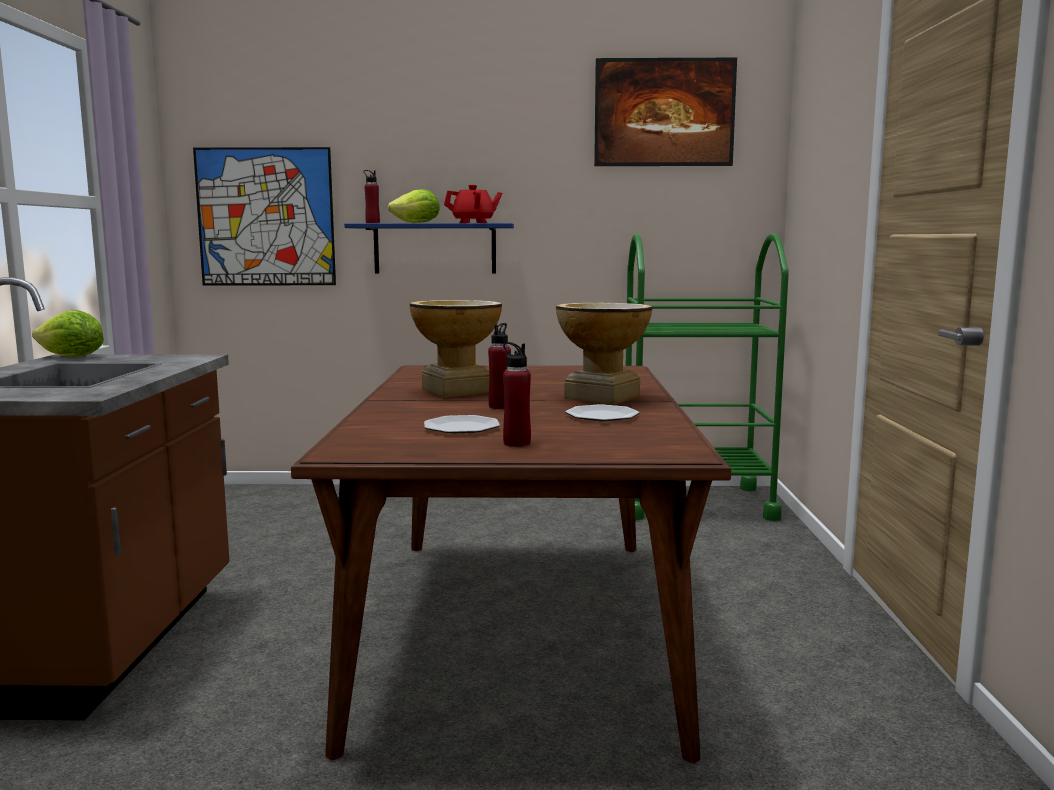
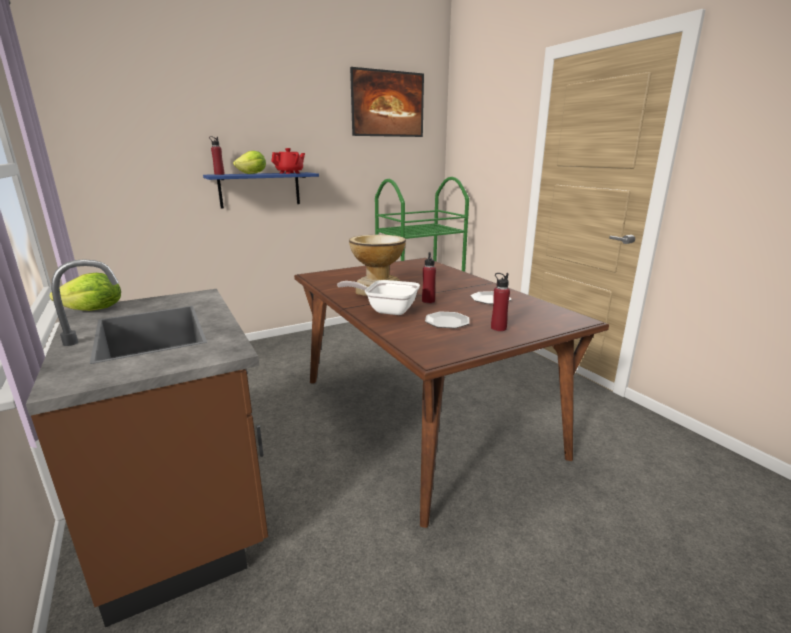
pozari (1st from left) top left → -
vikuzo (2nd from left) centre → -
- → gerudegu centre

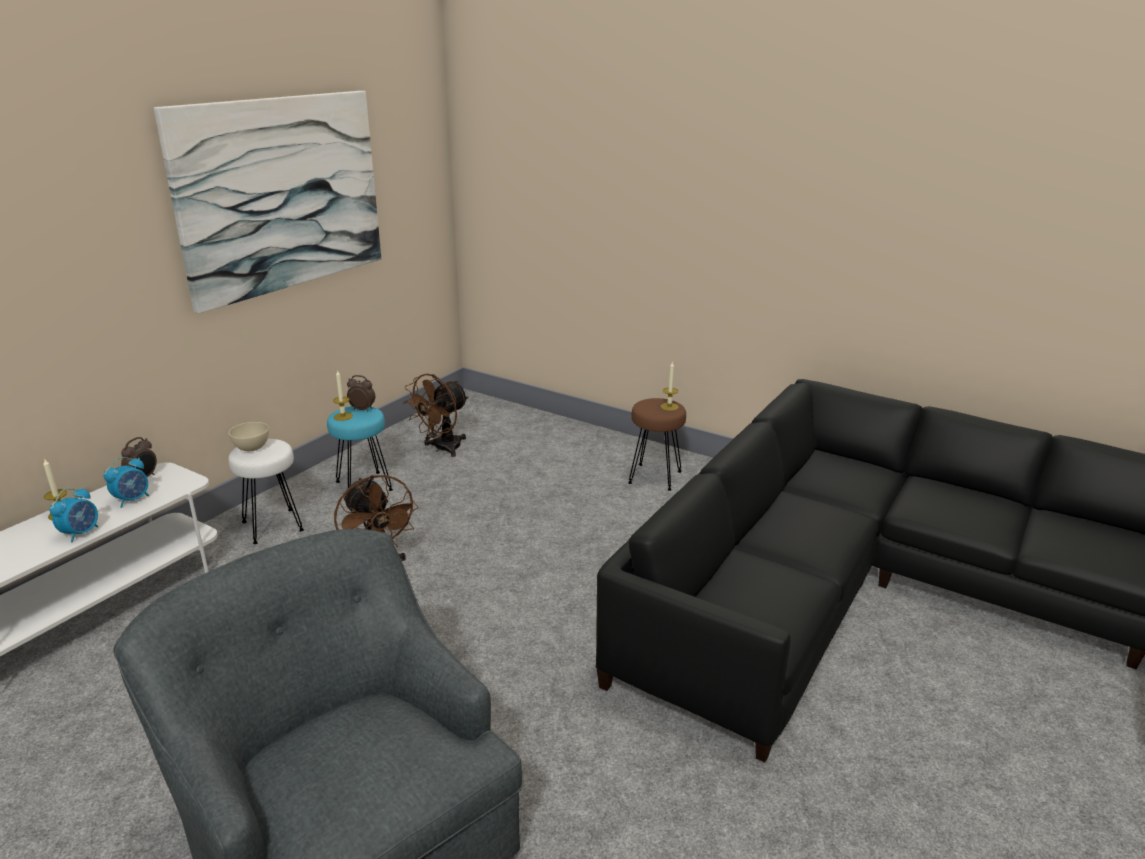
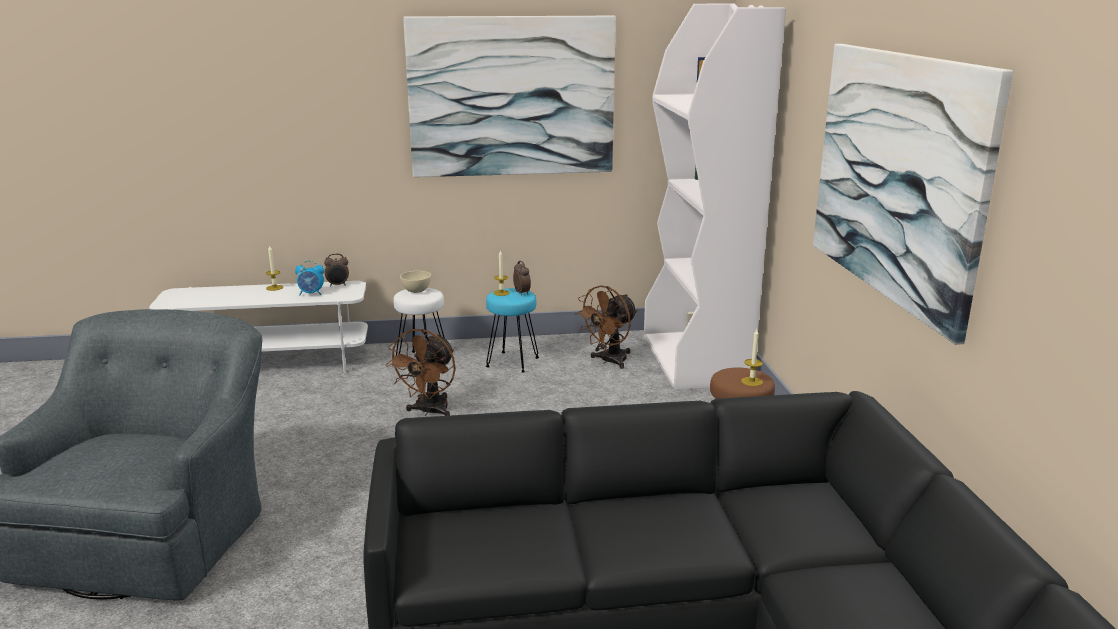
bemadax (1st from left) middle left → -
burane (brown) (2nd from left) centre, 45 degrees counterclockwise
- → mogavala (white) top centre
- → pozari (2nd from left) top right

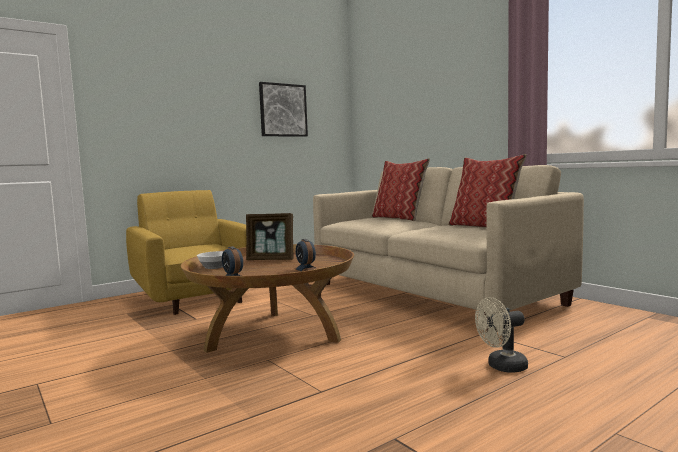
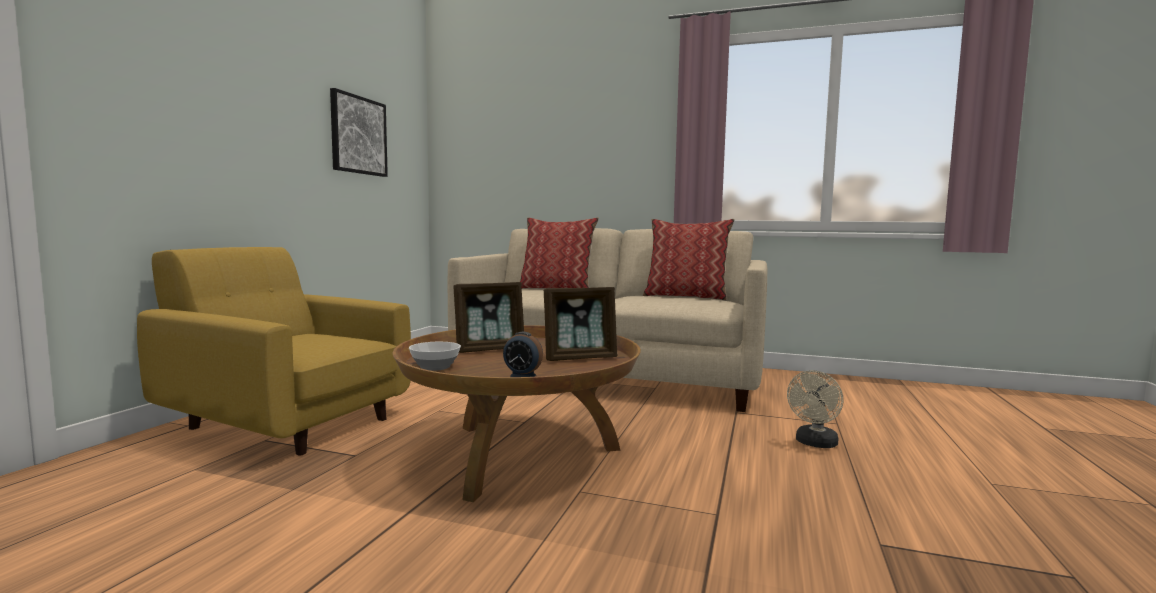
bemadax (2nd from left) centre → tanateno (2nd from left) centre

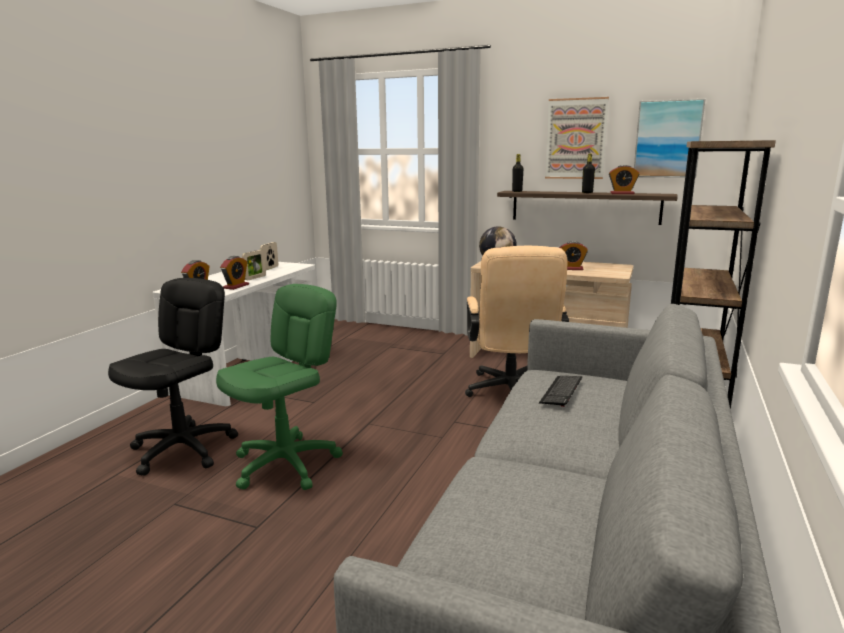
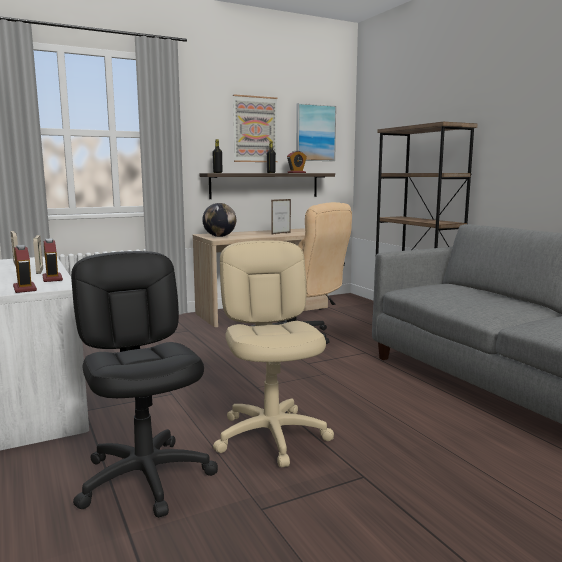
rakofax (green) middle left → rakofax (beige) (1st from left) centre
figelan centre → -
bemadax (3rd from left) middle right → tanateno (3rd from left) centre

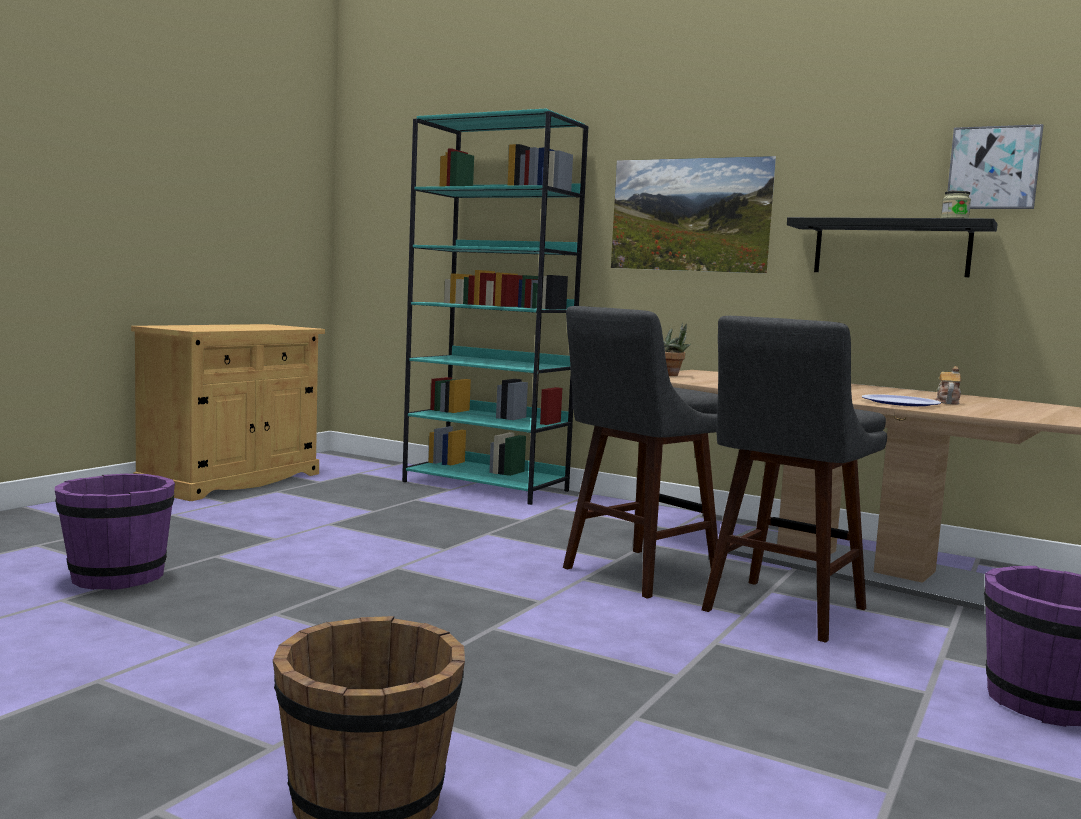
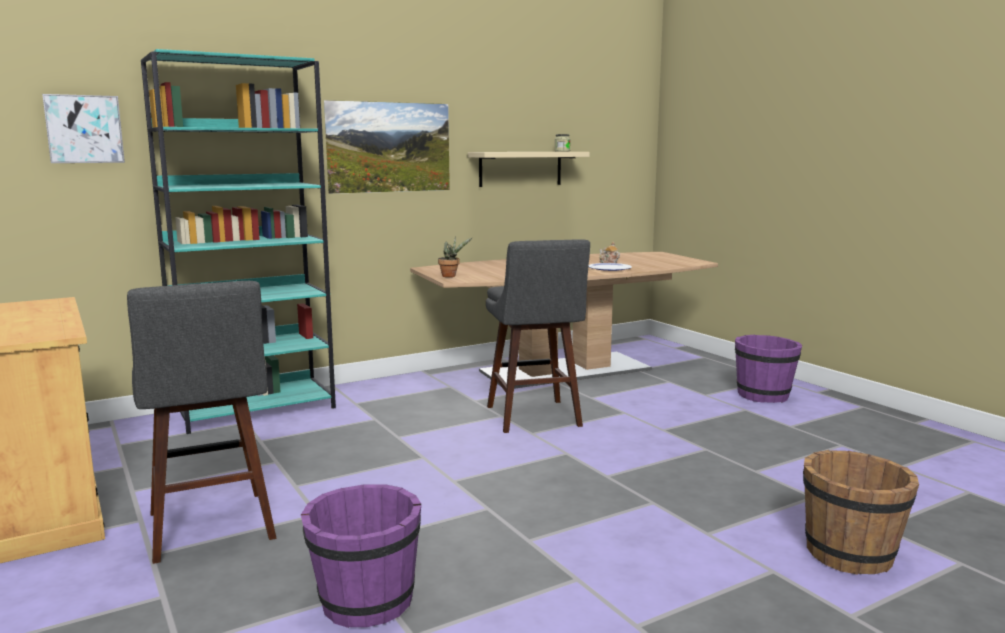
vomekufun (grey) (2nd from left in the first image) middle right → vomekufun (grey) (1st from left) bottom left, move
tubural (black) top right → tubural (beige) top centre
pozari (2nd from left in the first image) top right → pozari (1st from left) top left, move

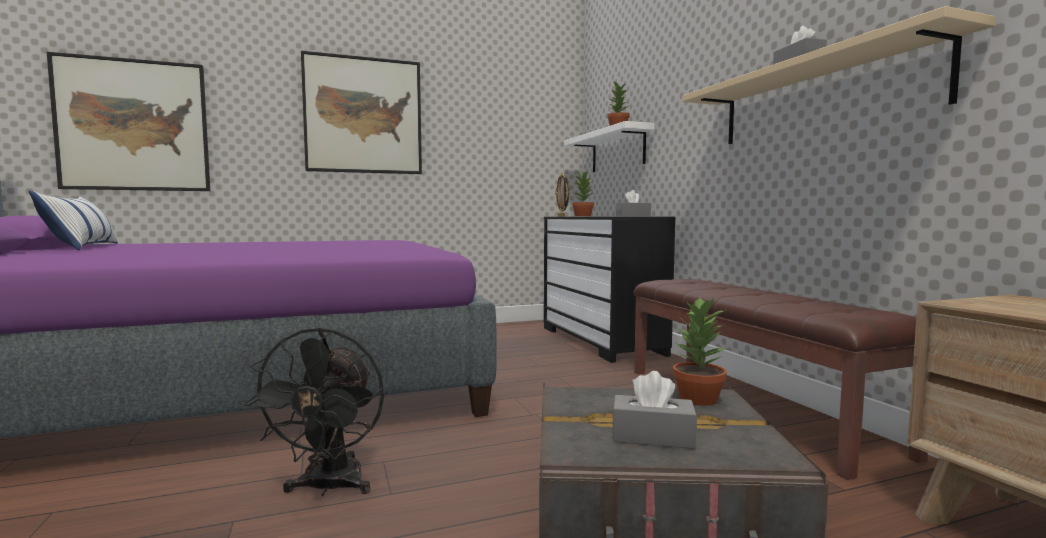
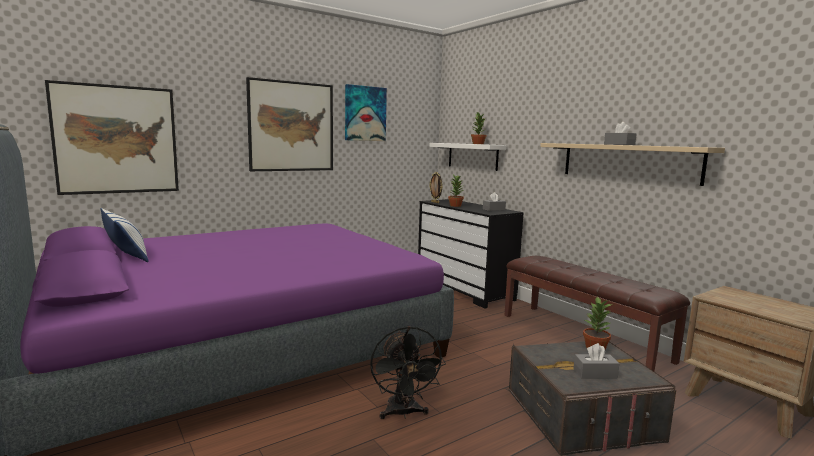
- → pozari (3rd from left) top centre

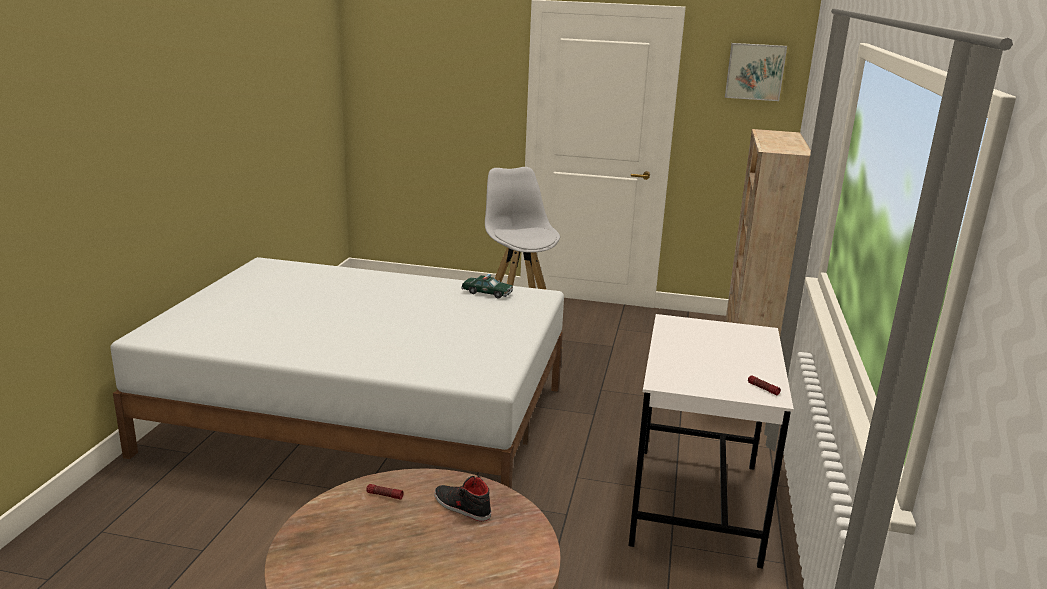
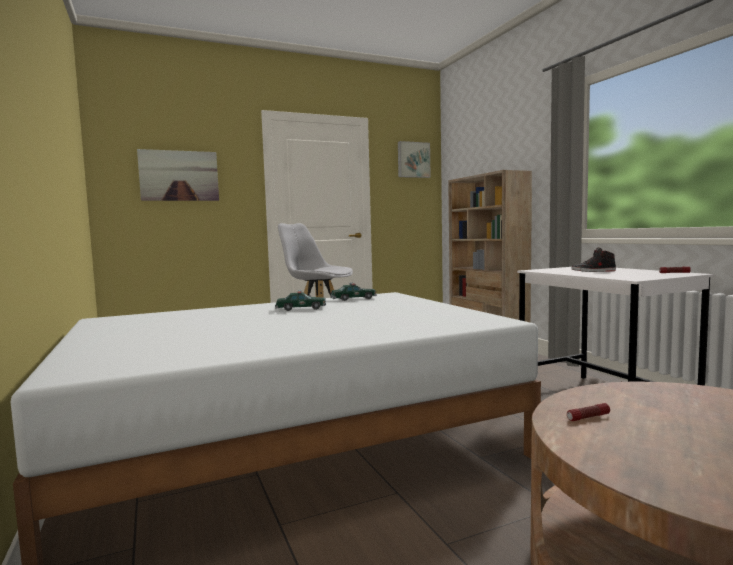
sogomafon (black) bottom centre → sogomafon (black) middle right, move
- → pozari (1st from left) top left
- → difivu (1st from left) centre

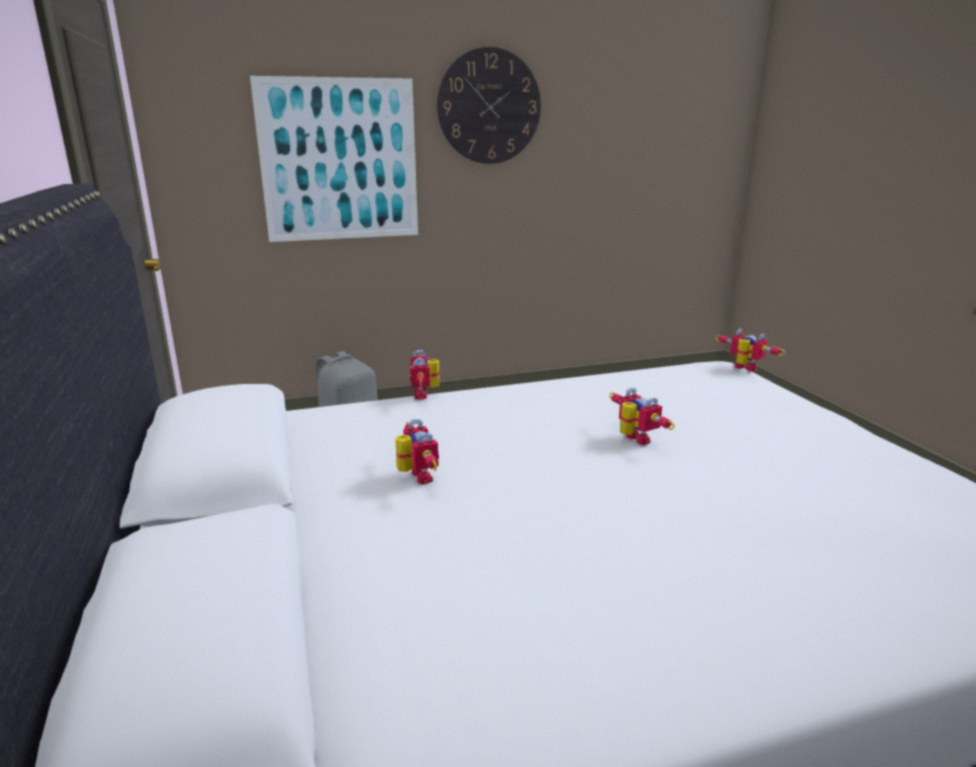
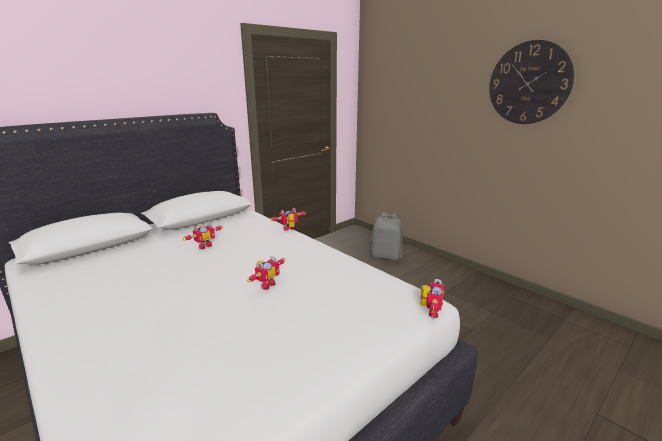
pozari top centre → -

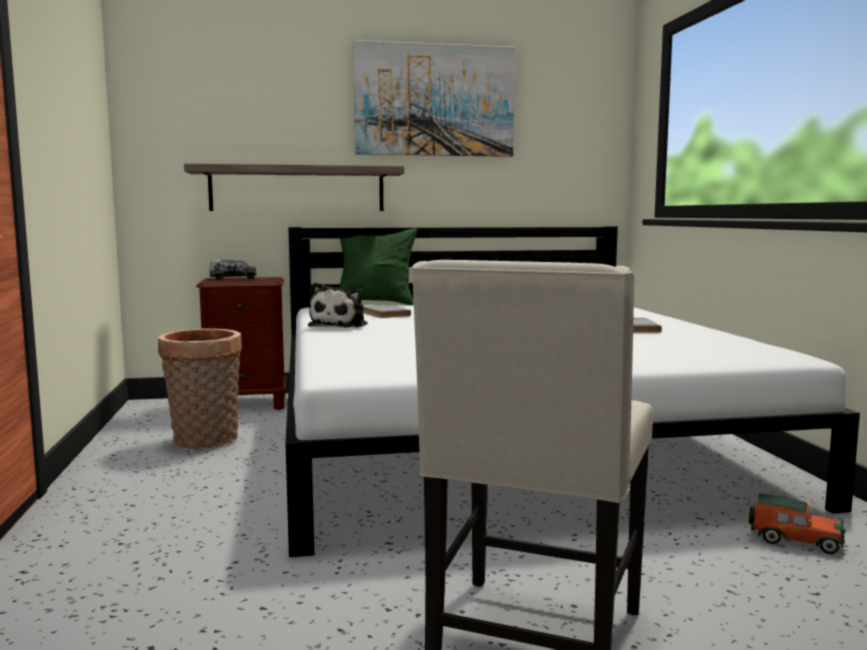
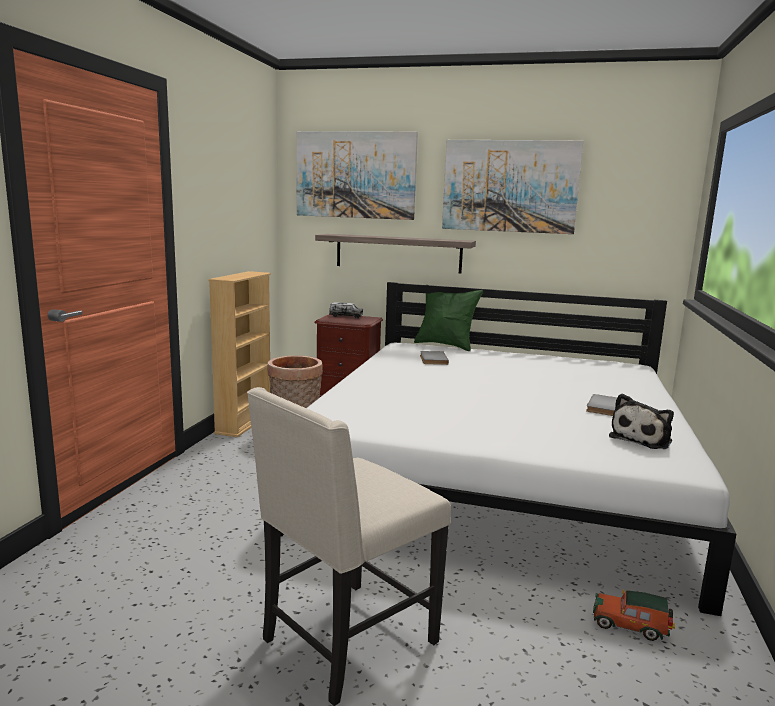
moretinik centre → moretinik middle right, move
difivu bottom right, 150 degrees clockwise
- → mogavala (beige) middle left
- → pozari (1st from left) top centre

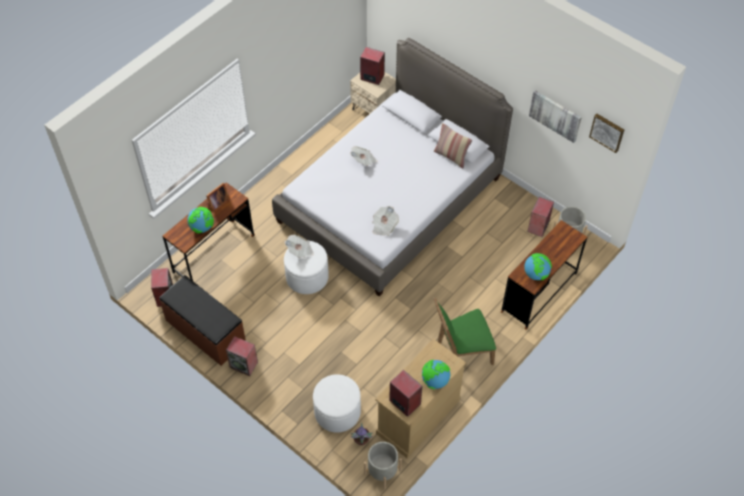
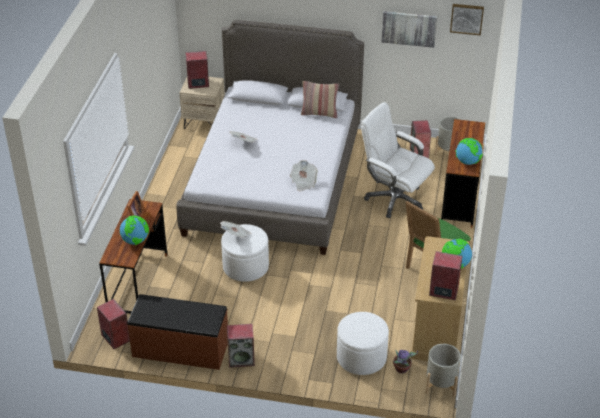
- → rakofax (white) centre

